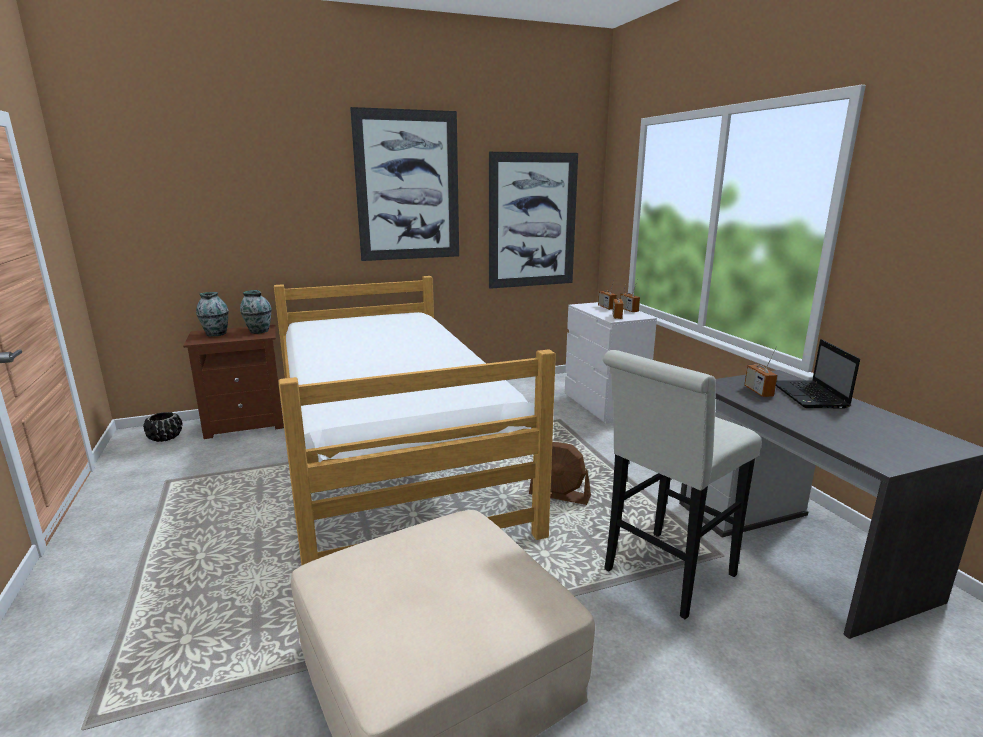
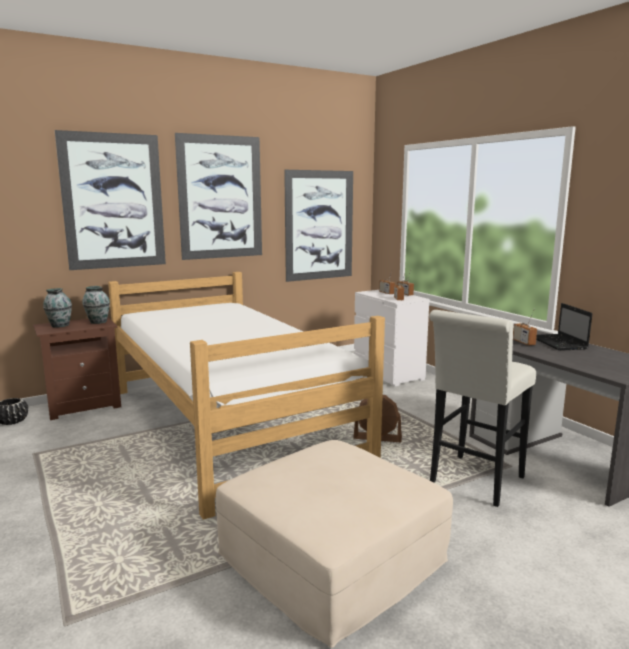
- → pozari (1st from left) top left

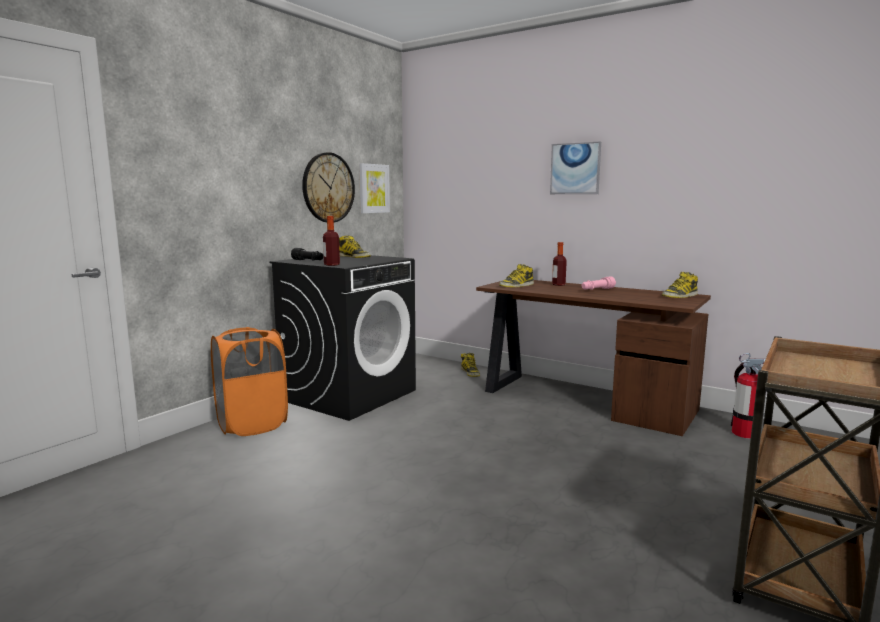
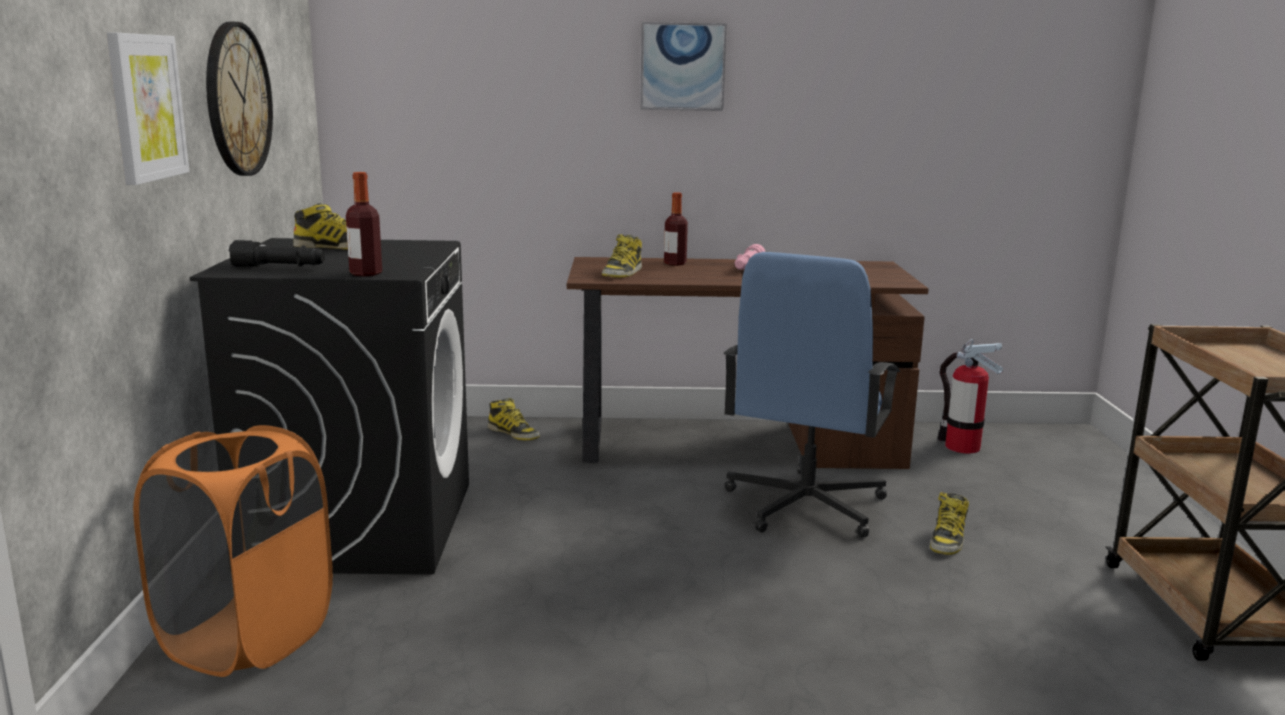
pozari (1st from left) top centre → pozari (1st from left) top left, move
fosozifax (4th from left) middle right → fosozifax (4th from left) bottom right, move
- → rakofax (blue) centre

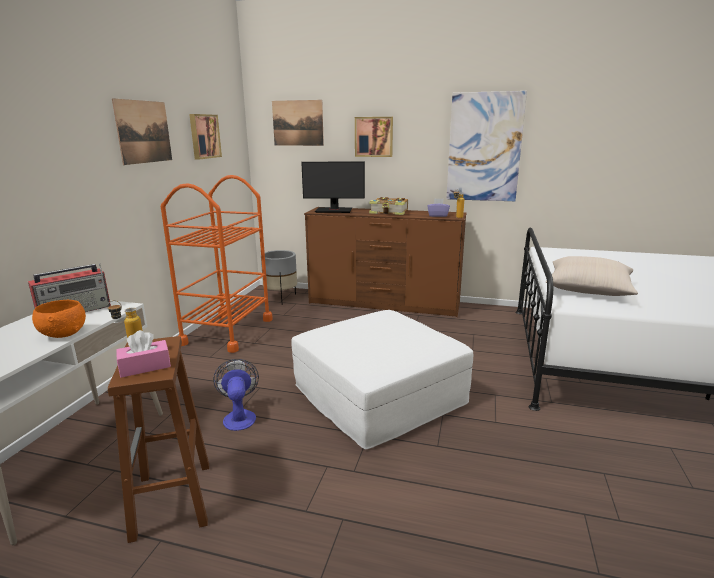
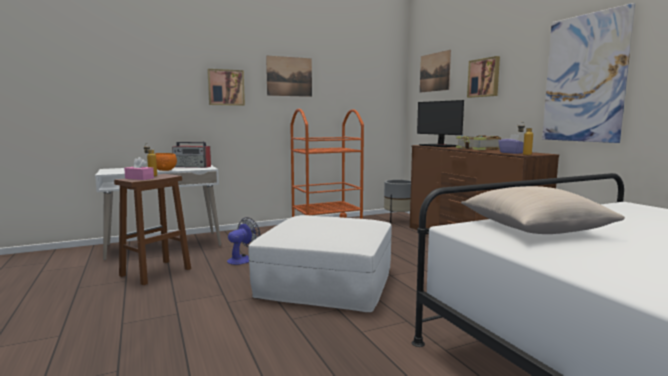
pozari (2nd from left in the first image) top left → pozari (1st from left) top centre, move

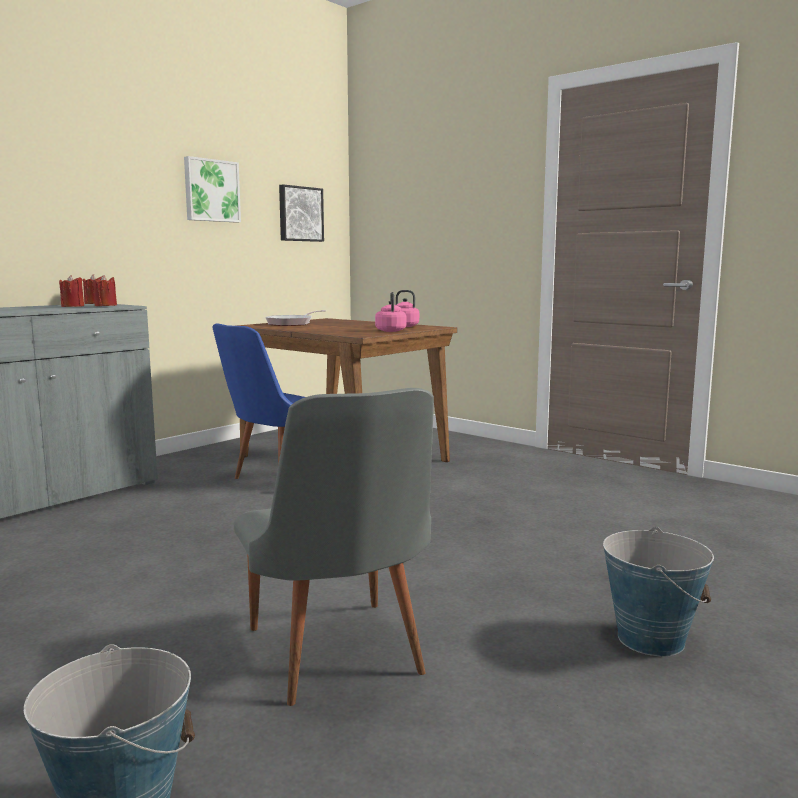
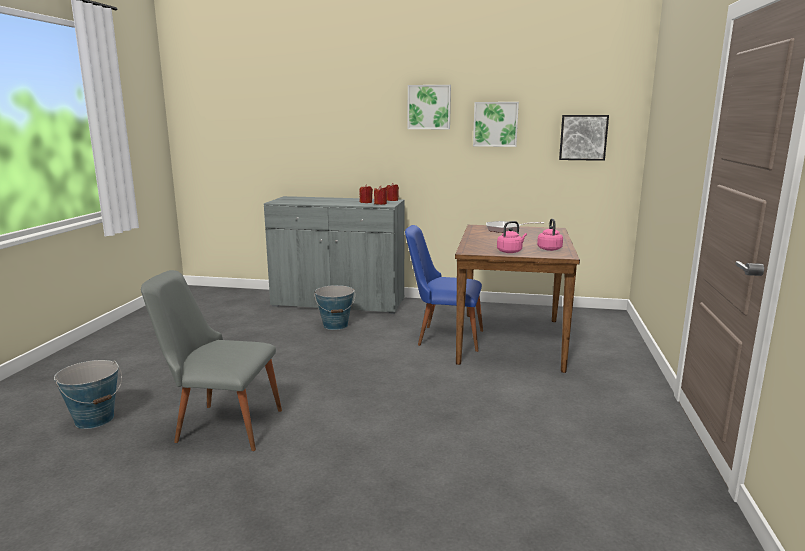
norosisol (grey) bottom centre → norosisol (grey) middle left, 60 degrees clockwise
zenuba (2nd from left) bottom right → zenuba (2nd from left) centre, move
- → pozari (1st from left) top centre

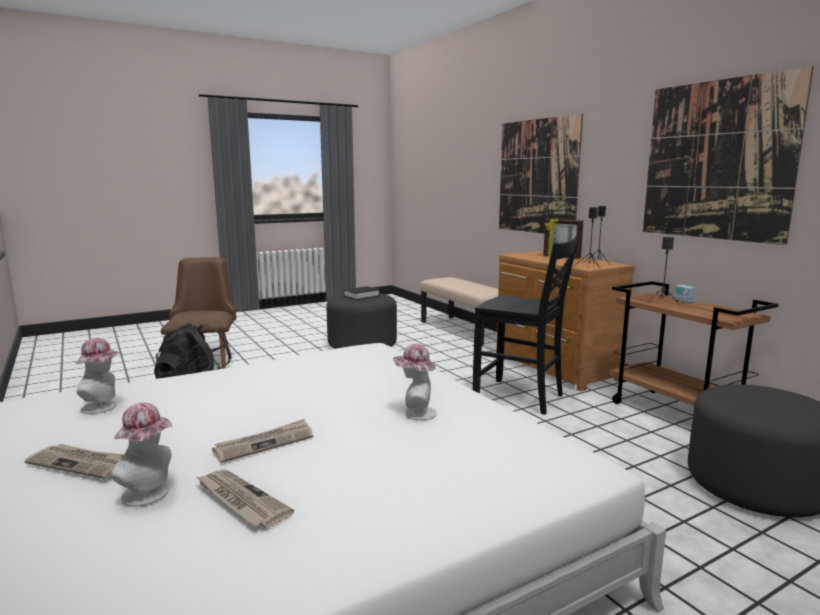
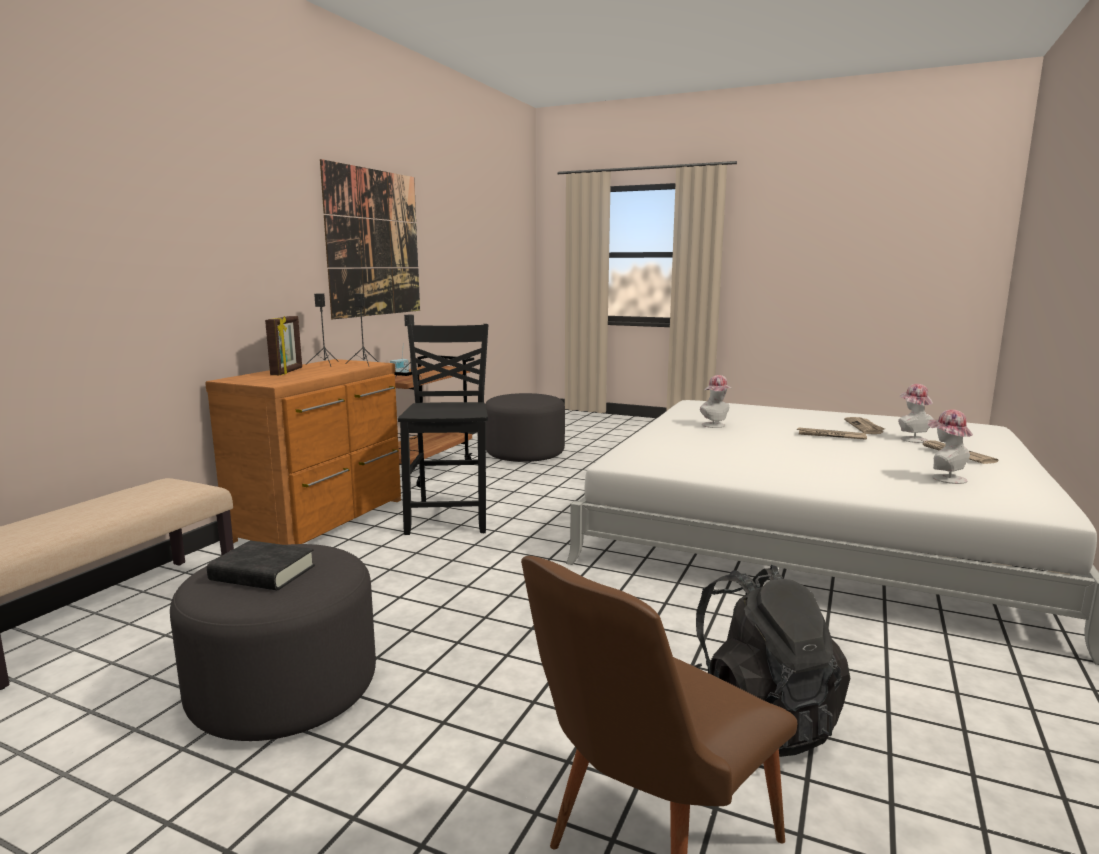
pozari (1st from left) top centre → -

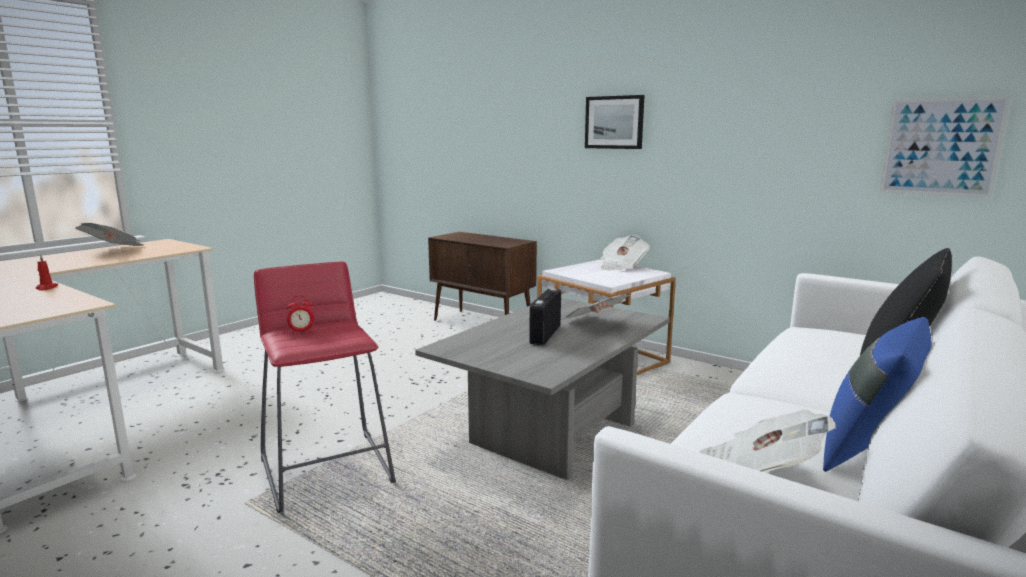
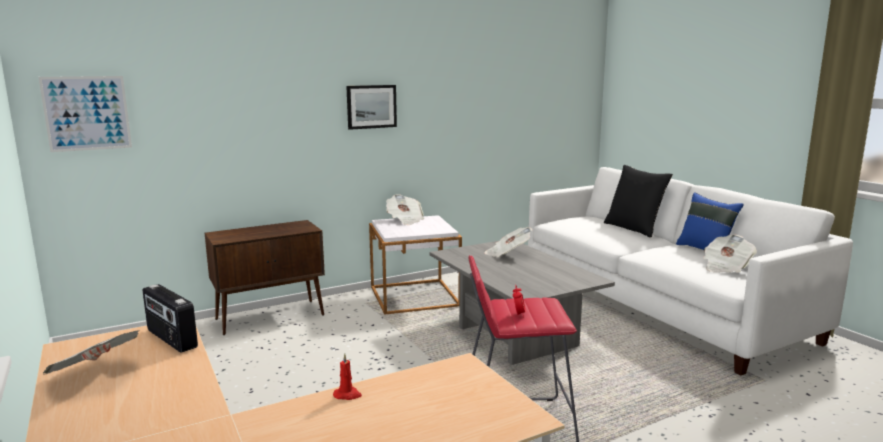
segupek centre → segupek bottom left, move
pozari (2nd from left in the first image) top right → pozari (1st from left) top left, move

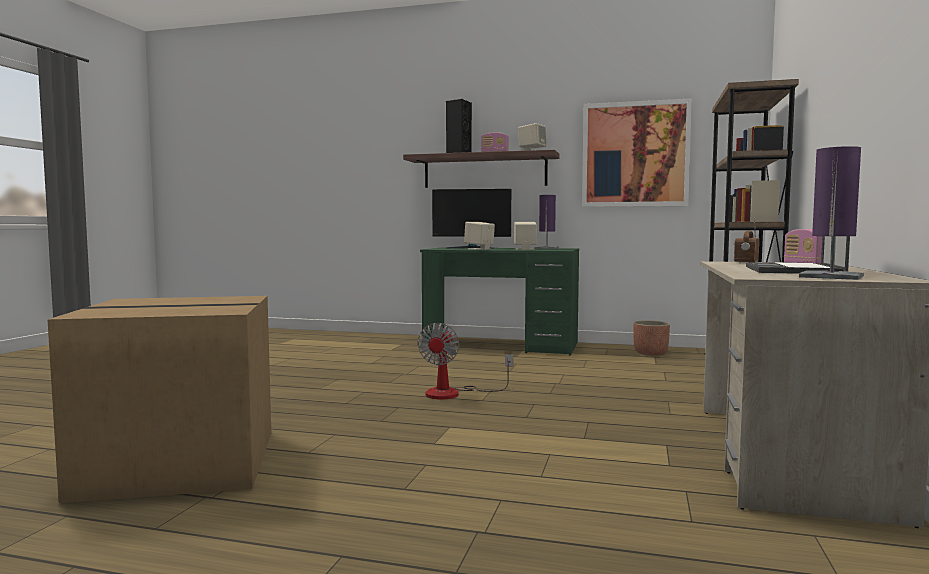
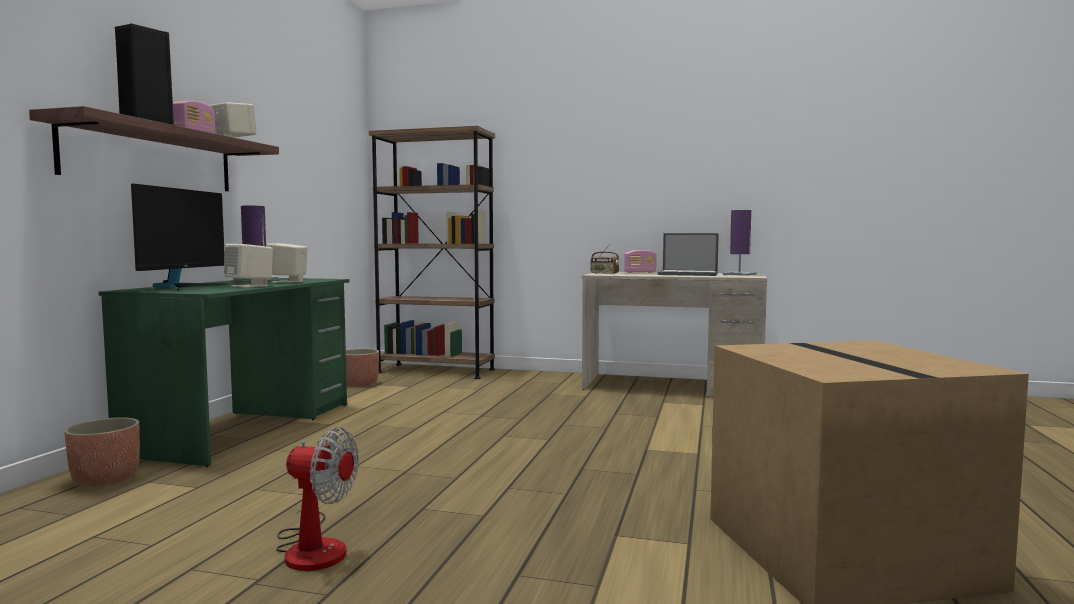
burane centre → burane bottom left, move
pozari top right → -
- → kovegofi (1st from left) bottom left

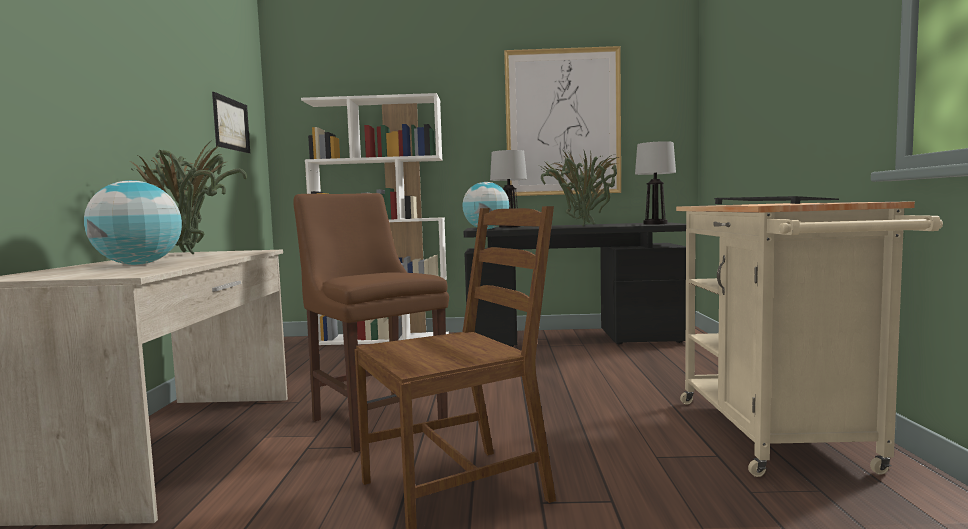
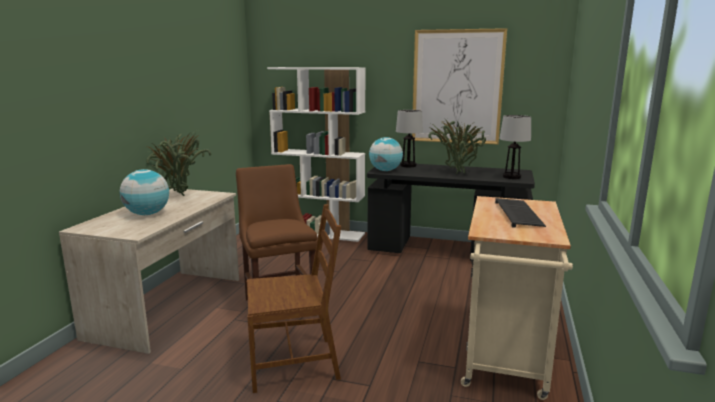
pozari (1st from left) top left → -

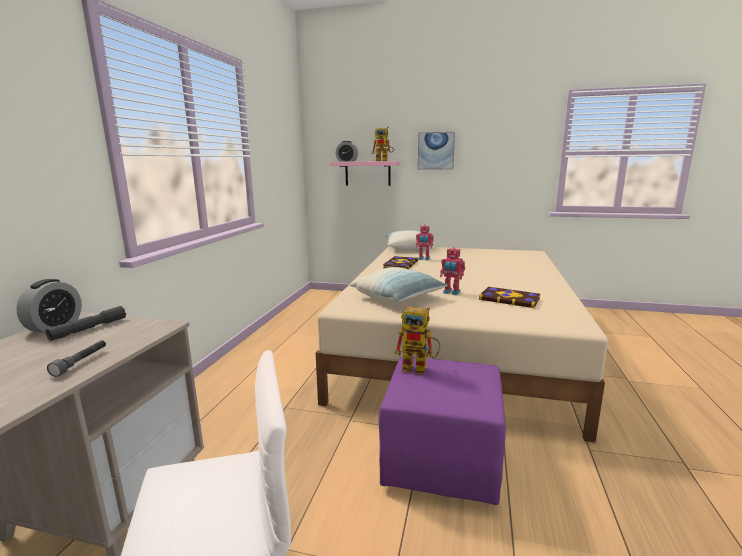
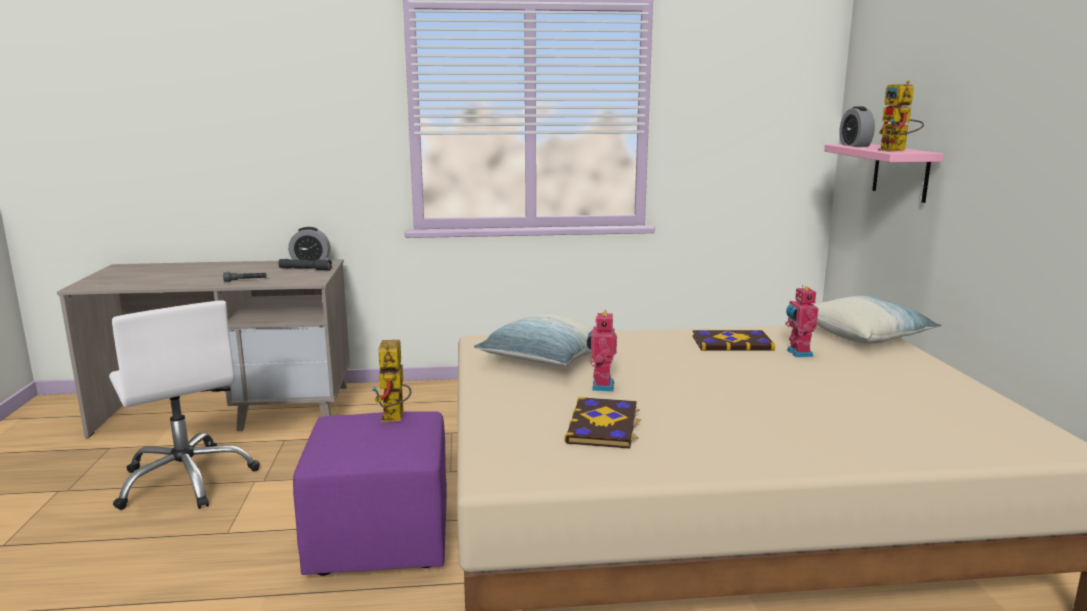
pozari top centre → -

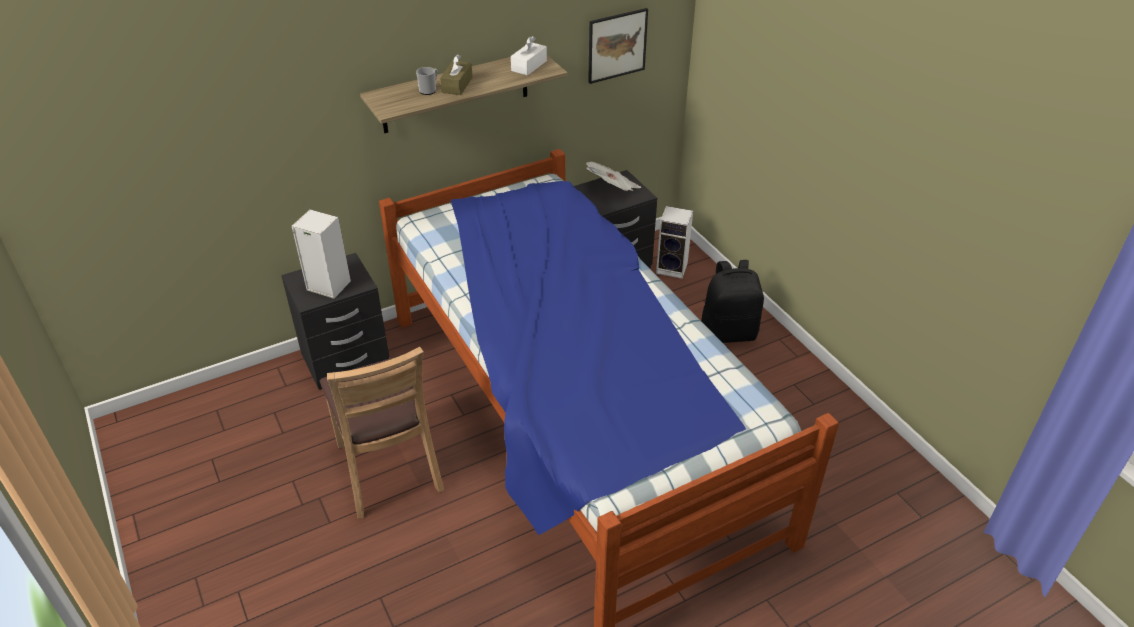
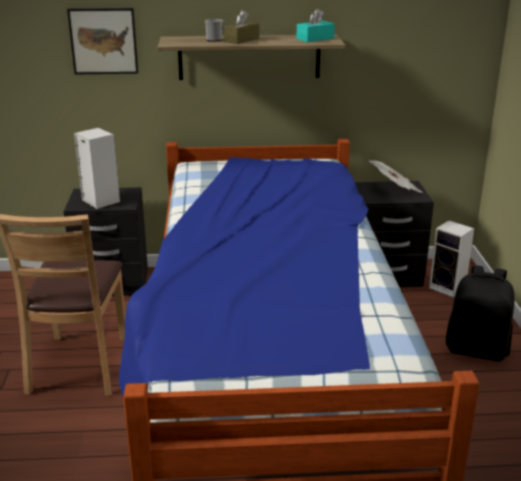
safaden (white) top centre → safaden (turquoise) top centre
pozari top centre → pozari top left, move

